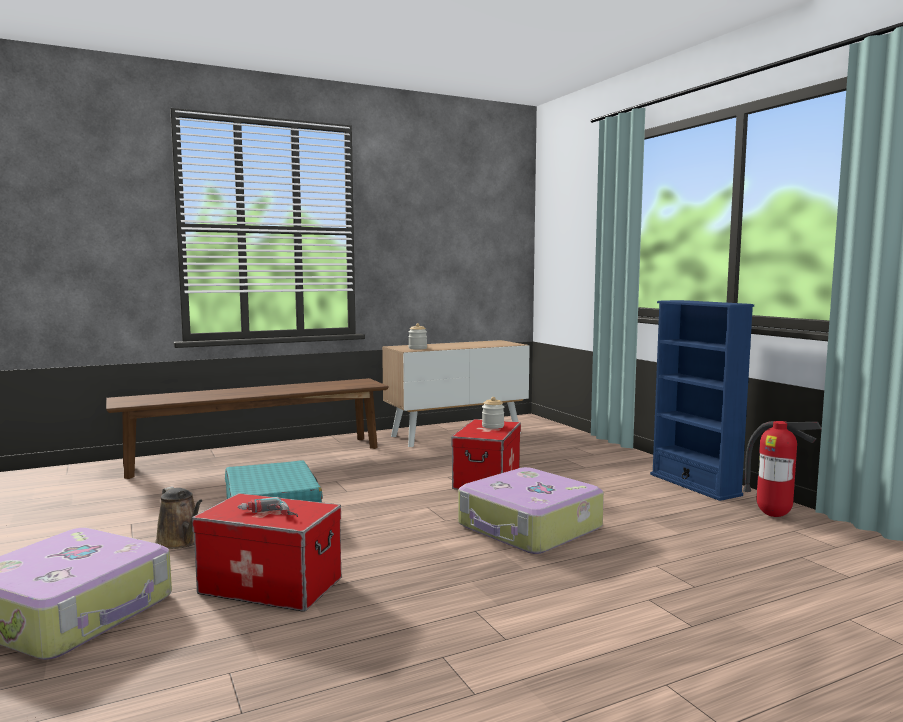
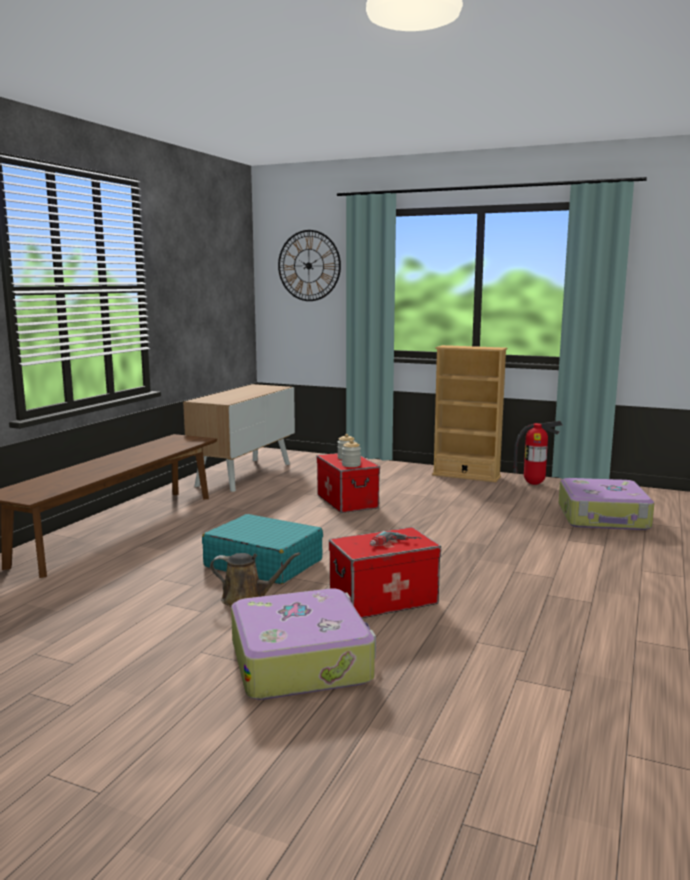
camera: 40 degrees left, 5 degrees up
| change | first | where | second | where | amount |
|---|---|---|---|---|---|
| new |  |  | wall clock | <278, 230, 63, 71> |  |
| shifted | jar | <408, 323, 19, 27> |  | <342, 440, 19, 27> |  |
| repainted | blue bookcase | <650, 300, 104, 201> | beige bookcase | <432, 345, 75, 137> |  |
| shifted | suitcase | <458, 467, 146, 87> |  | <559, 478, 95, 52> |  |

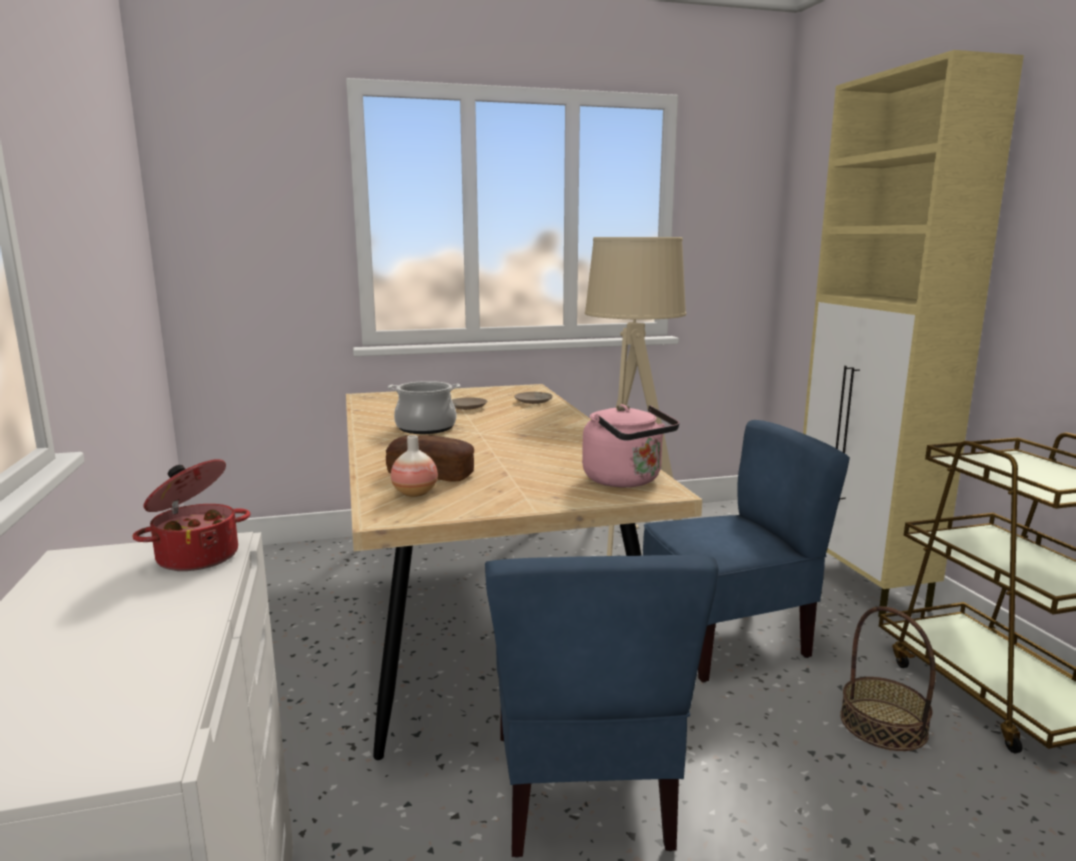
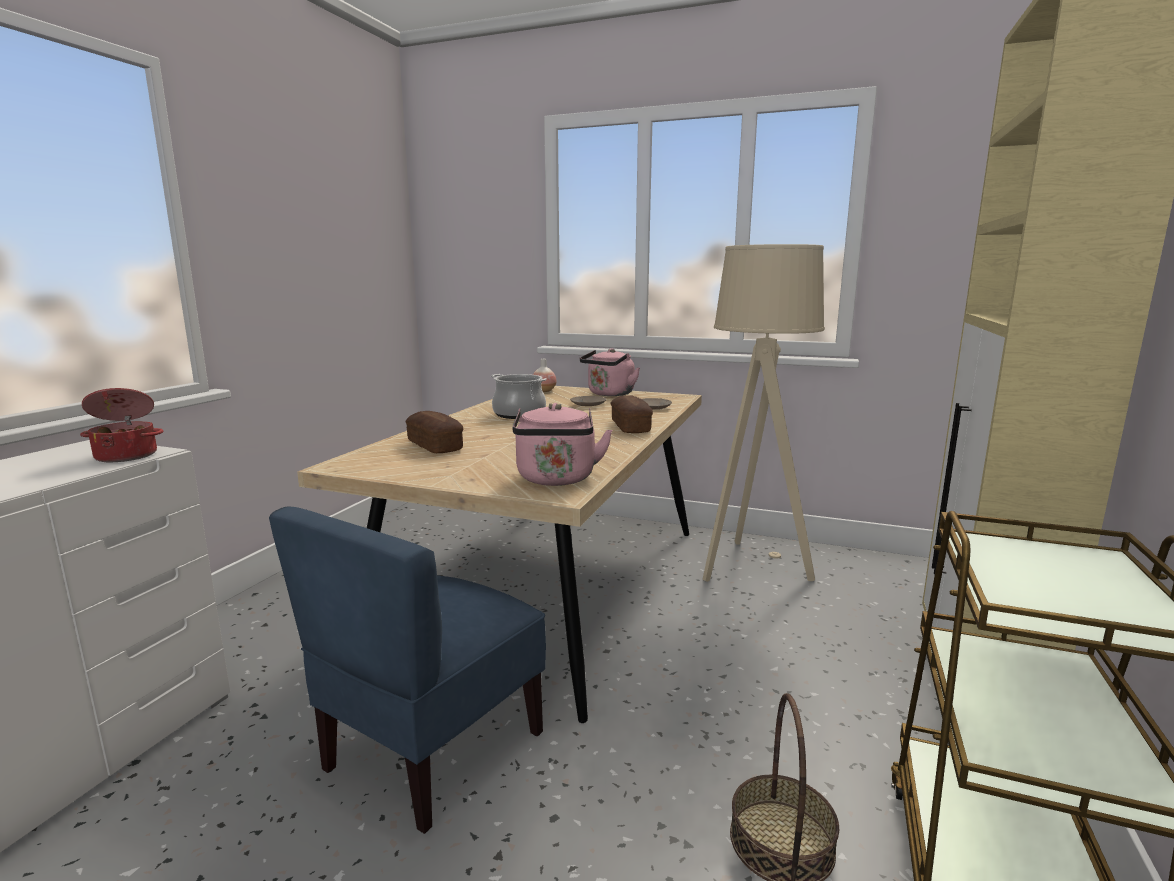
camera: 35 degrees right, 0 degrees up
| change | first | where | second | where | amount |
|---|---|---|---|---|---|
| shifted | vase | <391, 435, 47, 62> |  | <533, 359, 23, 33> |  |
| new |  |  | pink kettle | <580, 349, 60, 47> |  |
| new |  |  | bread | <610, 395, 43, 38> |  |
| gone | blue chair | <643, 420, 207, 262> |  |  |  |

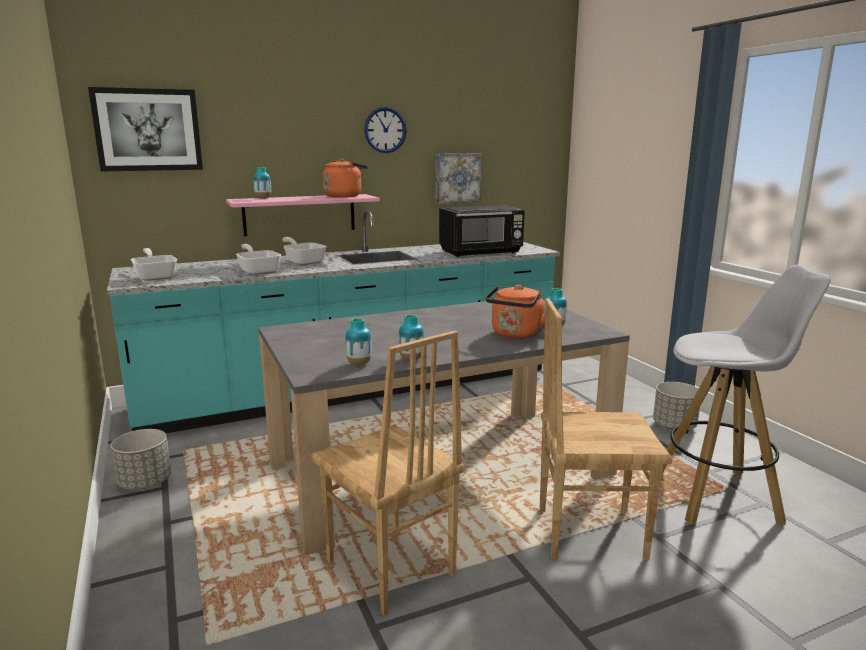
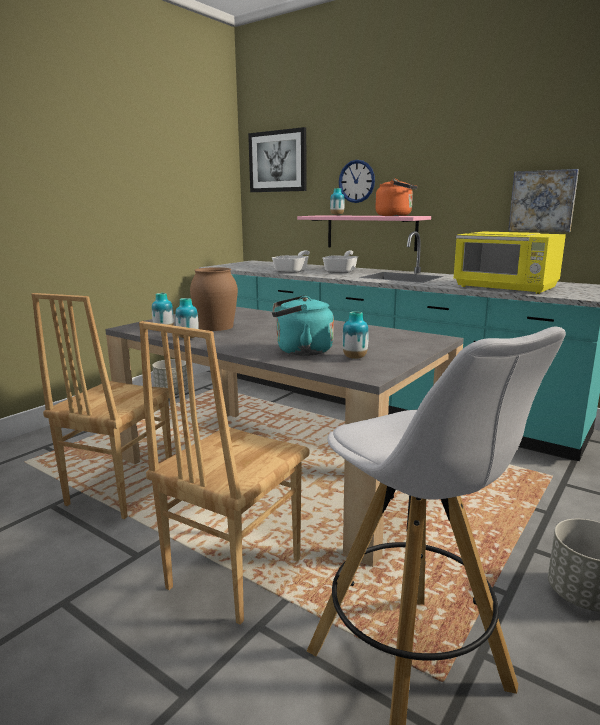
camera: 60 degrees right, 0 degrees up
| change | first | where | second | where | amount |
|---|---|---|---|---|---|
| rotated | brown chair | <540, 298, 132, 263> |  | <139, 321, 170, 304> | 120 degrees counterclockwise |
| new |  |  | brown vase | <190, 267, 48, 64> |  |
| repainted | orange kettle | <485, 285, 60, 54> | turquoise kettle | <272, 296, 62, 60> |  |
| shifted | wall clock | <364, 107, 43, 46> |  | <339, 160, 36, 43> |  |
| repainted | black microwave | <439, 205, 86, 52> | yellow microwave | <453, 231, 113, 63> |  |
| gone | frying pan | <131, 248, 46, 33> |  |  |  |

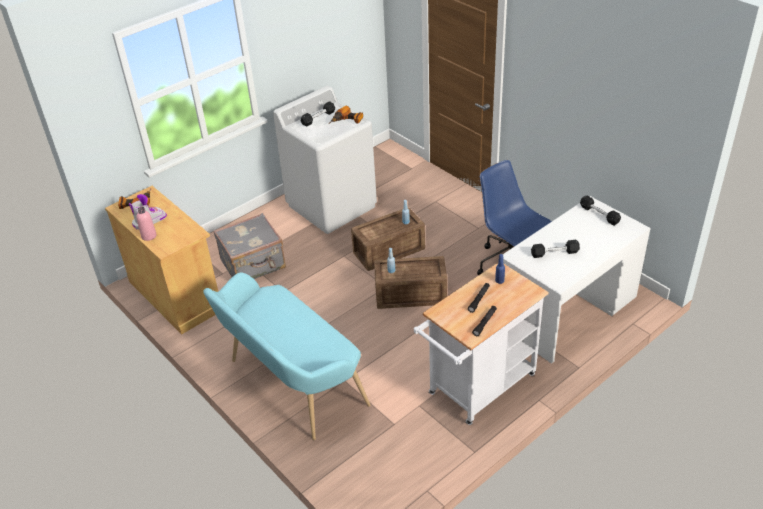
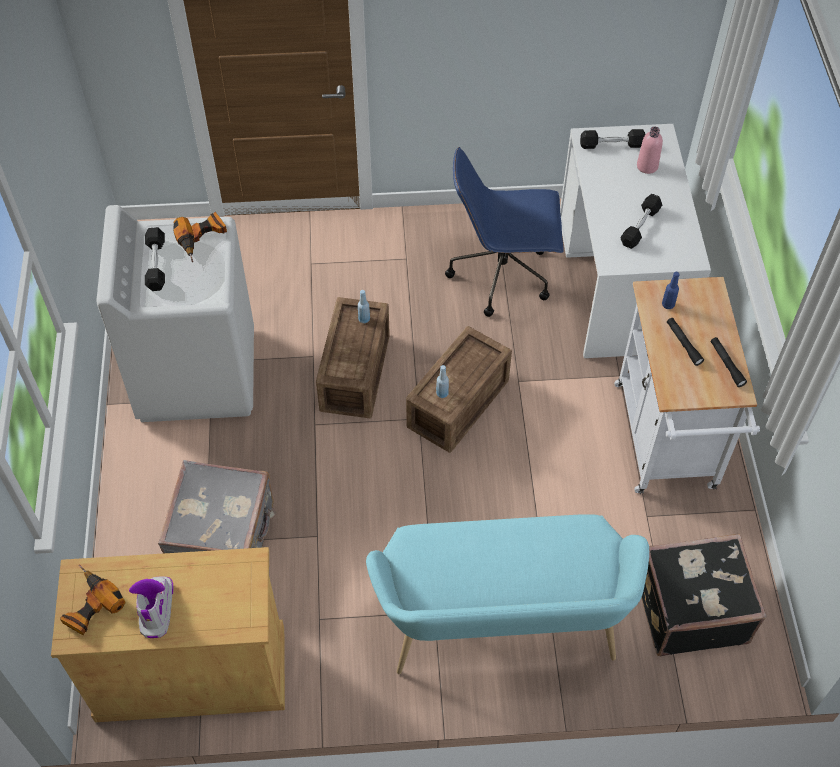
camera: 55 degrees left, 15 degrees up
| change | first | where | second | where | amount |
|---|---|---|---|---|---|
| shifted | pink bottle | <136, 206, 21, 35> |  | <637, 126, 26, 48> |  |
| new |  |  | black suitcase | <641, 534, 126, 122> |  |

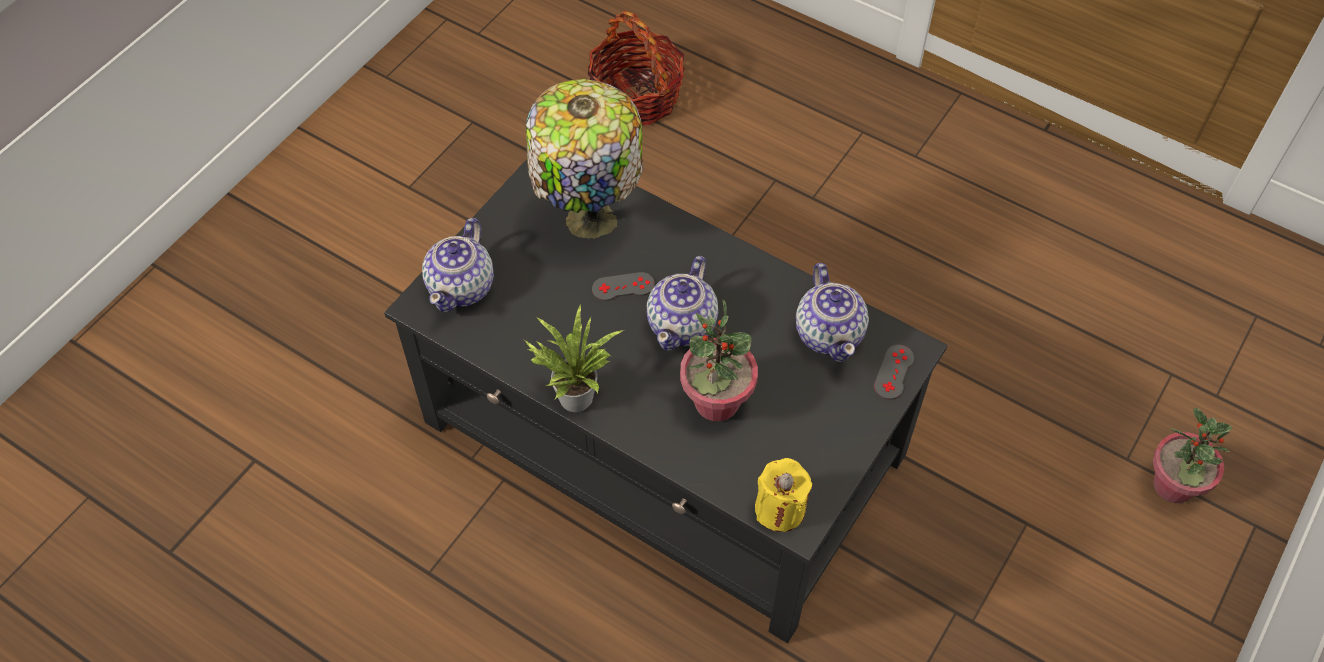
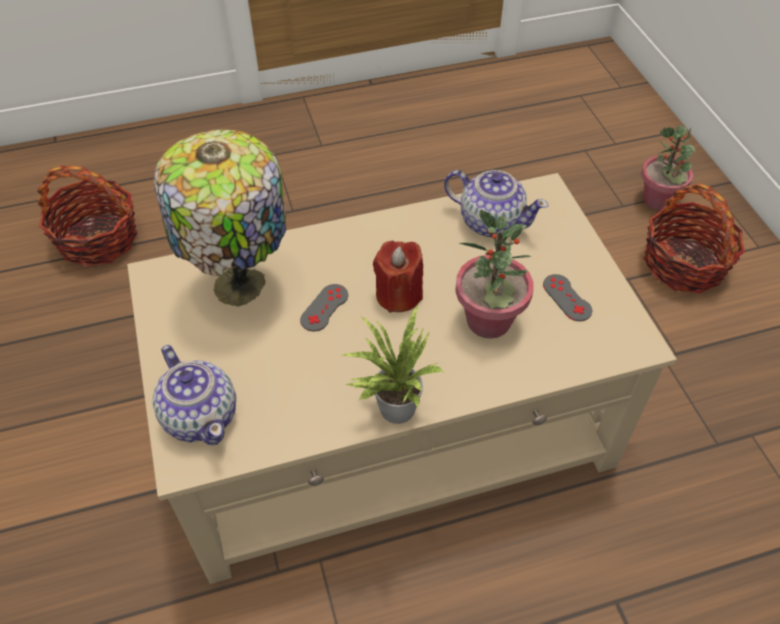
camera: 50 degrees left, 5 degrees down
| change | first | where | second | where | amount |
|---|---|---|---|---|---|
| repainted | black coffee table | <384, 159, 564, 484> | beige coffee table | <127, 173, 550, 411> |  |
| swapped | teapot | <647, 256, 71, 94> | red candle | <373, 241, 50, 72> |  |
| shifted | grey game controller | <874, 345, 40, 55> |  | <543, 274, 49, 47> |  |
| new |  |  | basket | <643, 183, 102, 111> |  |
| gone | yellow candle | <755, 458, 57, 74> |  |  |  |

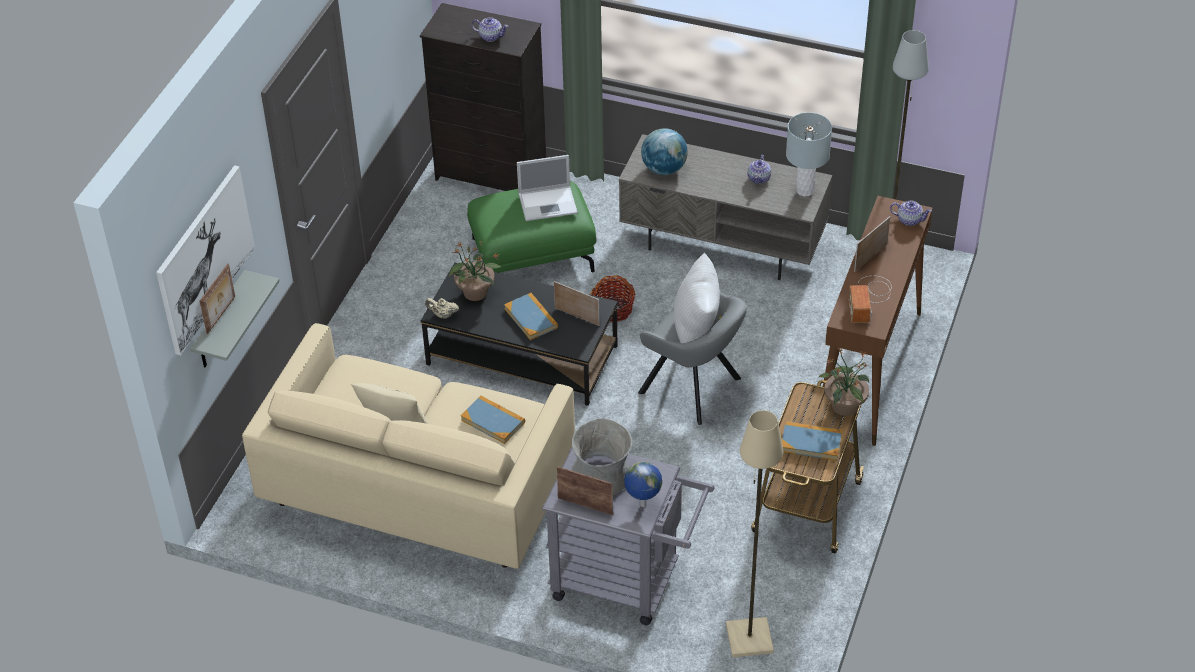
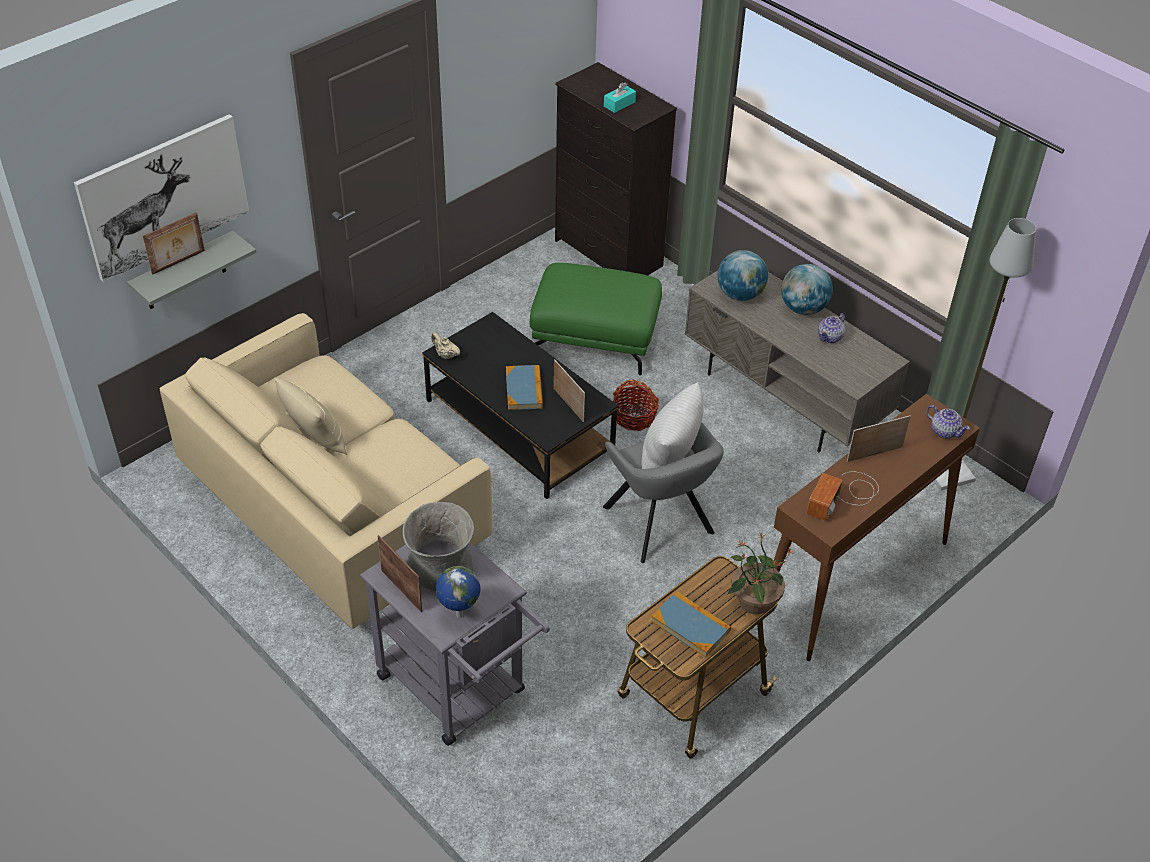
camera: 25 degrees right, 0 degrees up
| change | first | where | second | where | amount |
|---|---|---|---|---|---|
| swapped | teapot | <471, 17, 37, 25> | turquoise tissue box | <604, 82, 32, 31> |  |
| new |  |  | globe | <781, 264, 52, 51> |  |
| gone | potted plant | <449, 241, 52, 60> |  |  |  |
| gone | book | <461, 396, 64, 48> |  |  |  |
| gone | laptop | <517, 155, 61, 66> |  |  |  |
| gone | beige floor lamp | <726, 410, 57, 247> |  |  |  |
| gone | grey table lamp | <786, 112, 46, 84> |  |  |  |

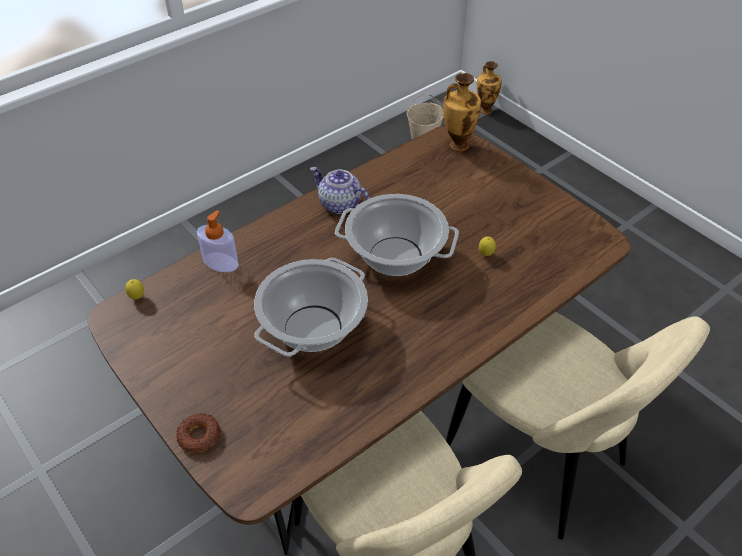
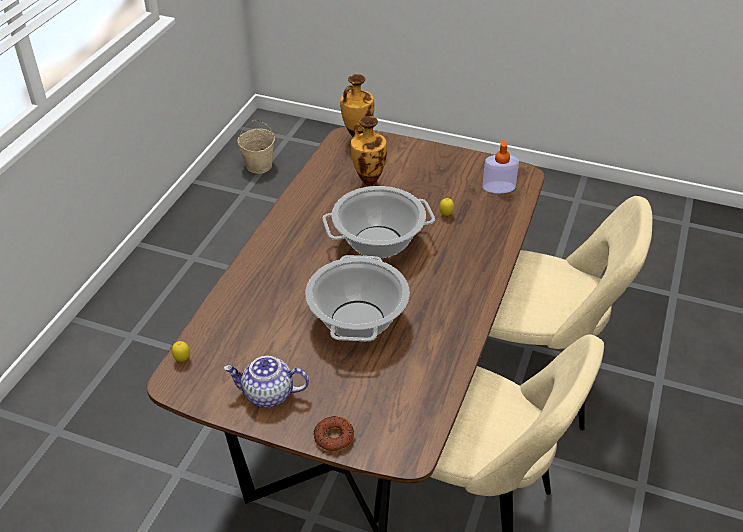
camera: 30 degrees left, 5 degrees down
| change | first | where | second | where | amount |
|---|---|---|---|---|---|
| shifted | teapot | <310, 167, 60, 47> |  | <223, 356, 86, 52> |  |
| shifted | vase | <477, 61, 25, 53> |  | <350, 116, 37, 72> |  |
| shifted | soap dispenser | <197, 210, 42, 62> |  | <482, 139, 37, 54> |  |

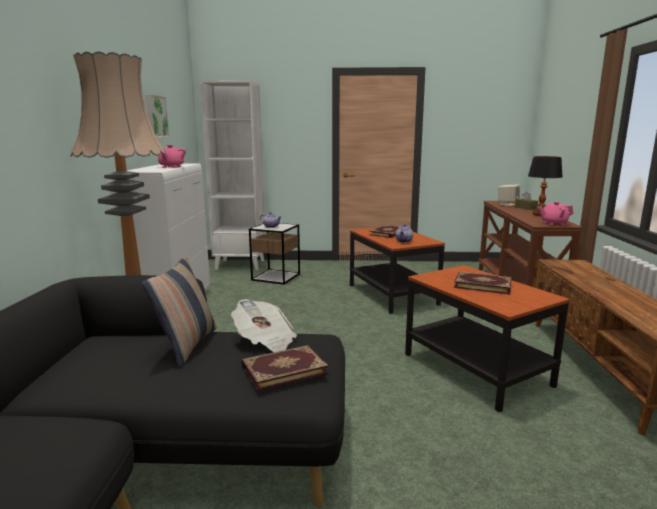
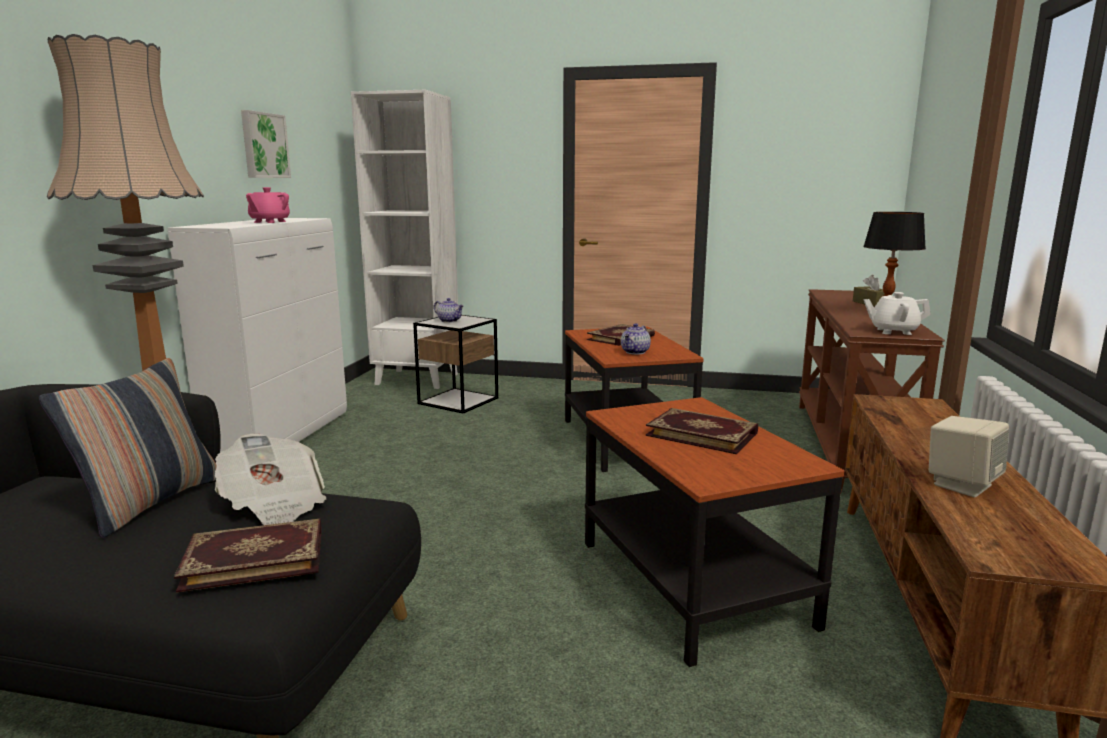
camera: 10 degrees right, 0 degrees up
| change | first | where | second | where | amount |
|---|---|---|---|---|---|
| repainted | pink teapot | <538, 202, 35, 23> | white teapot | <864, 292, 67, 43> |  |
| shifted | beige speaker | <498, 185, 22, 21> |  | <929, 416, 80, 82> |  |

